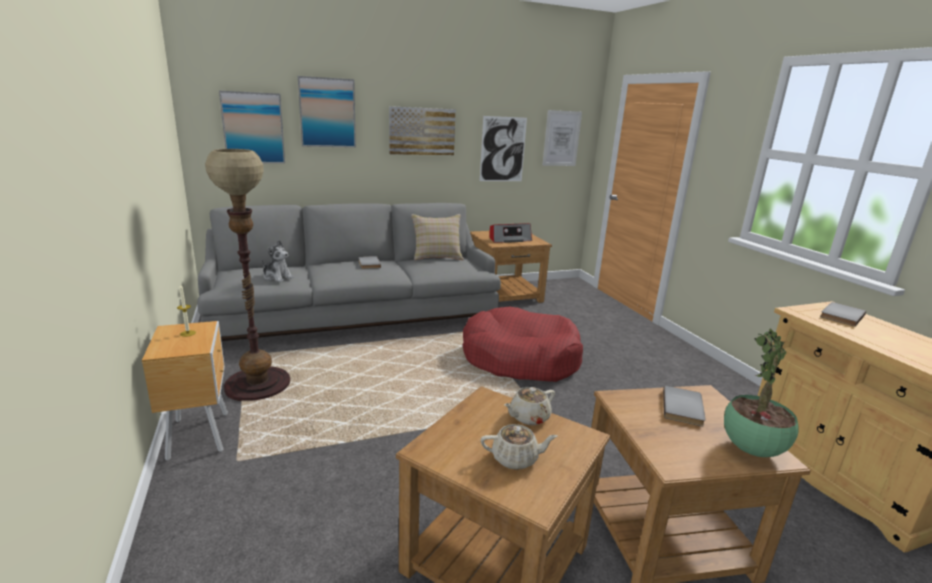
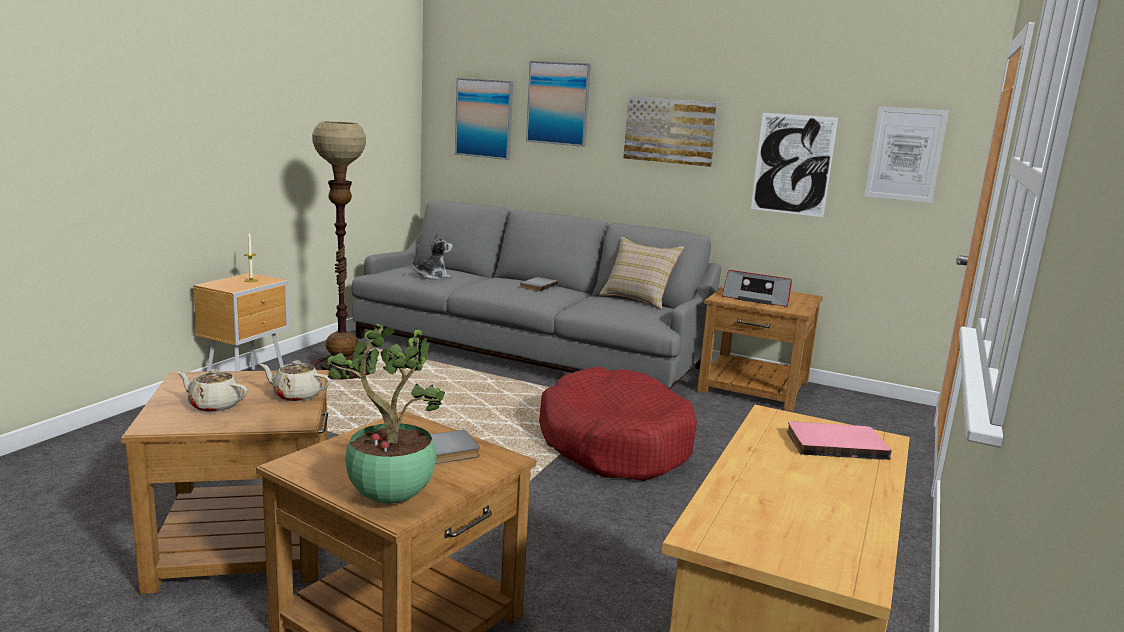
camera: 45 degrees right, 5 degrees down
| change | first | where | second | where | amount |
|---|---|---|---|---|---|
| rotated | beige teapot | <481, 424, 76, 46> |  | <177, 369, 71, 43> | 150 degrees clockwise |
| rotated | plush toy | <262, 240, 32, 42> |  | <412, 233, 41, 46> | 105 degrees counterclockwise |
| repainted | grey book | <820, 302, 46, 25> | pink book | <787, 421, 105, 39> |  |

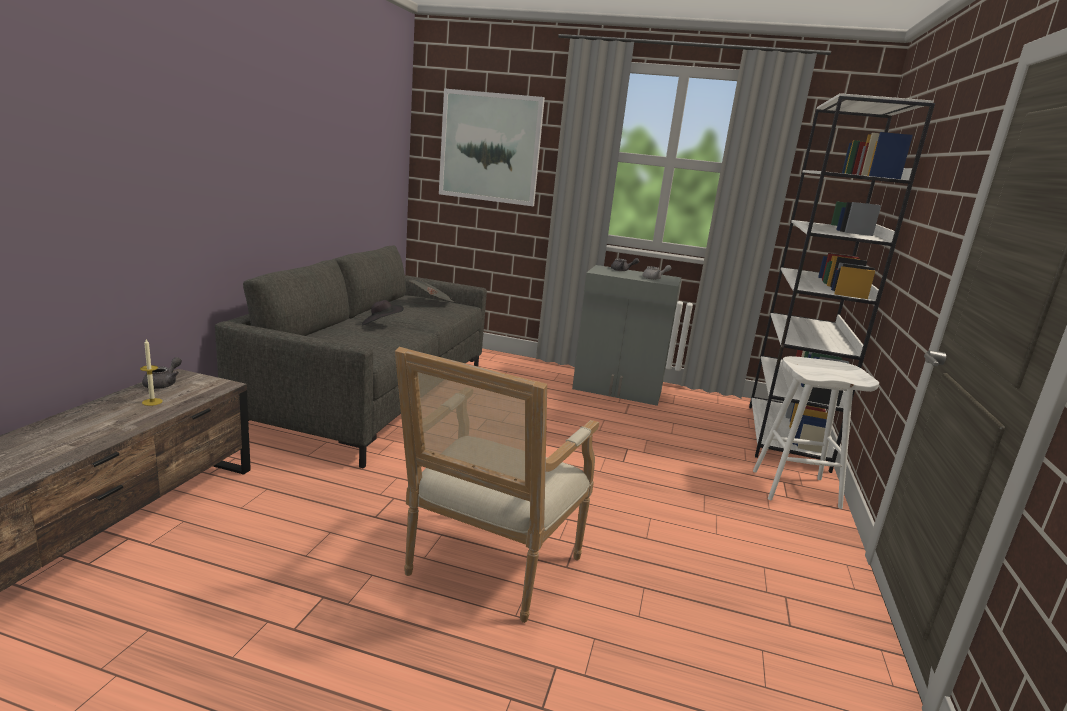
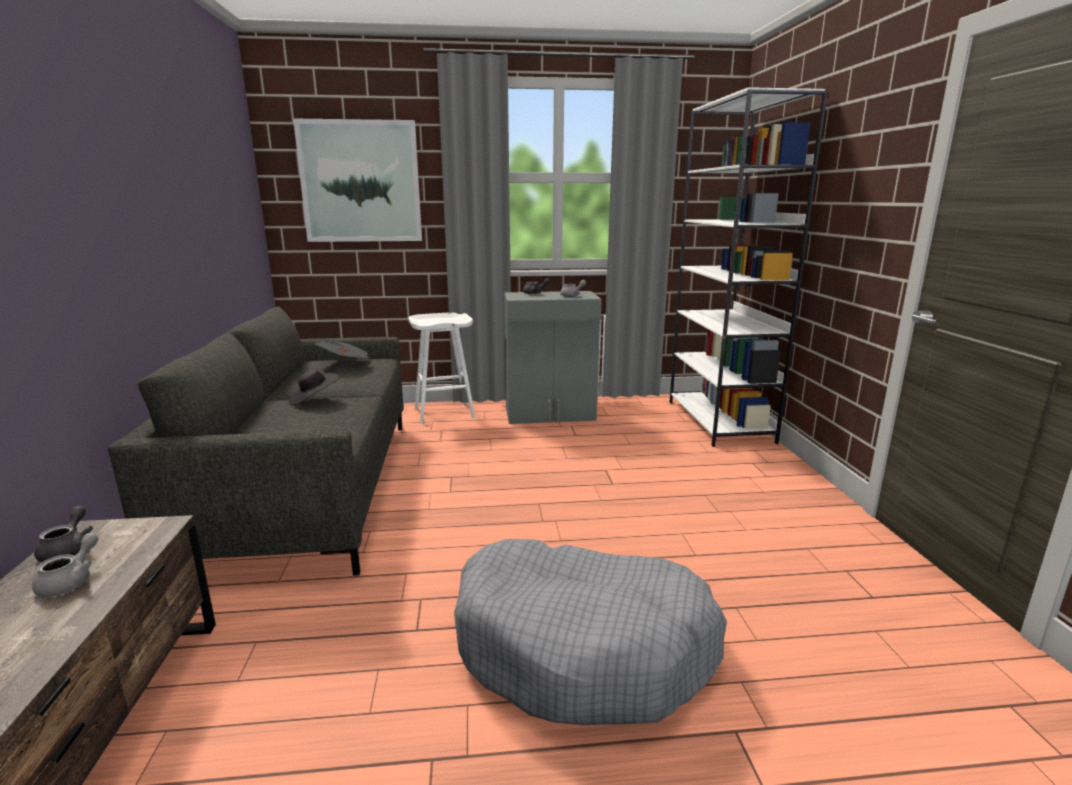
camera: 20 degrees left, 0 degrees up
| change | first | where | second | where | amount |
|---|---|---|---|---|---|
| swapped | candle | <140, 339, 23, 67> | grey teapot | <32, 533, 67, 64> |  |
| shifted | white stool | <753, 356, 126, 153> |  | <408, 312, 67, 112> |  |
| swapped | armchair | <395, 347, 204, 276> | grey dog bed | <454, 539, 273, 186> |  |

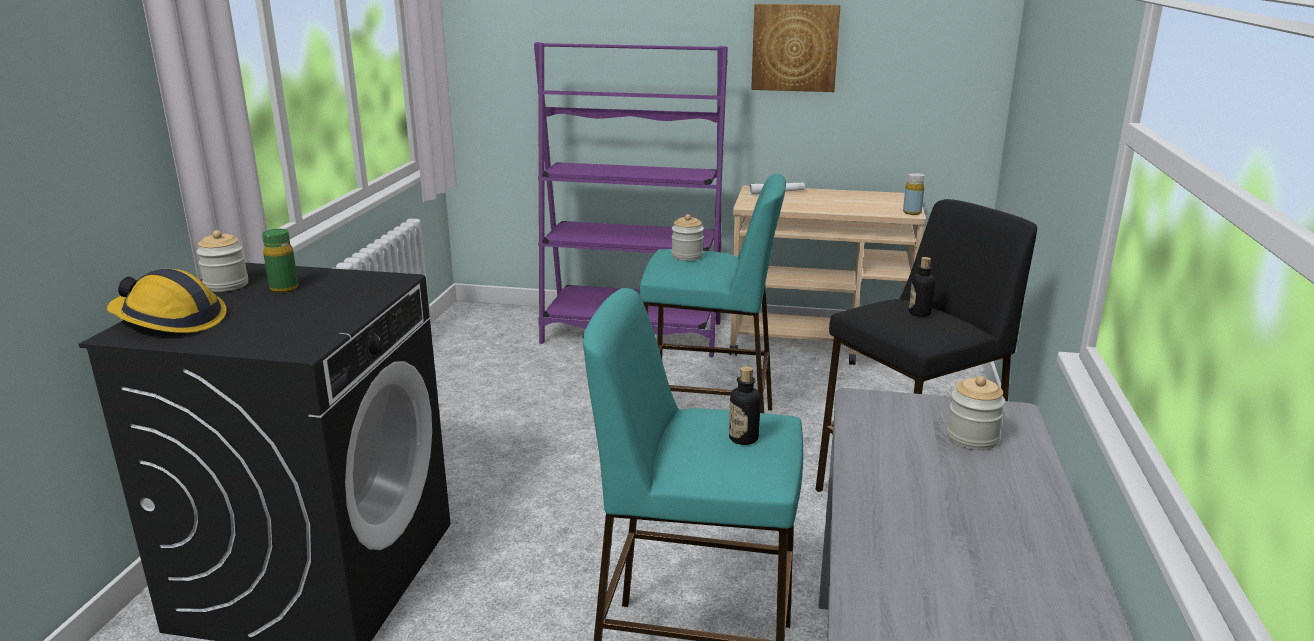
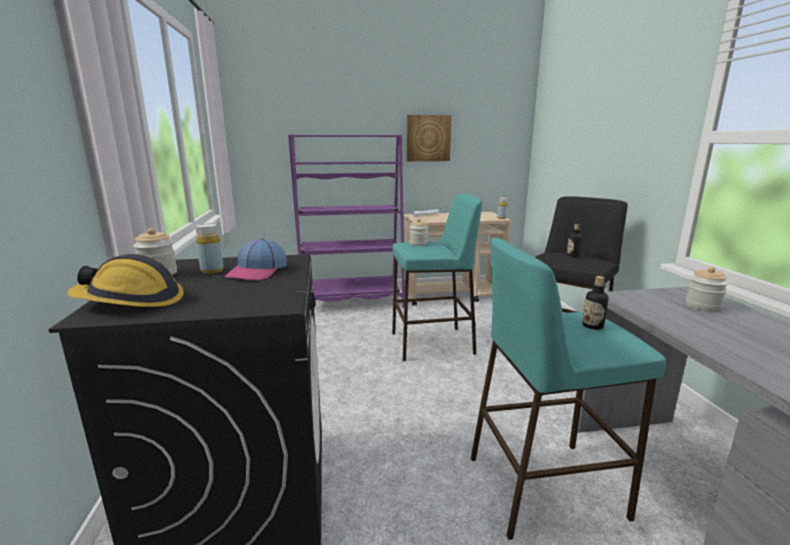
camera: 20 degrees left, 5 degrees down
| change | first | where | second | where | amount |
|---|---|---|---|---|---|
| repainted | green bottle | <262, 229, 36, 64> | yellow bottle | <196, 223, 28, 51> |  |
| new |  |  | cap | <225, 238, 62, 42> |  |

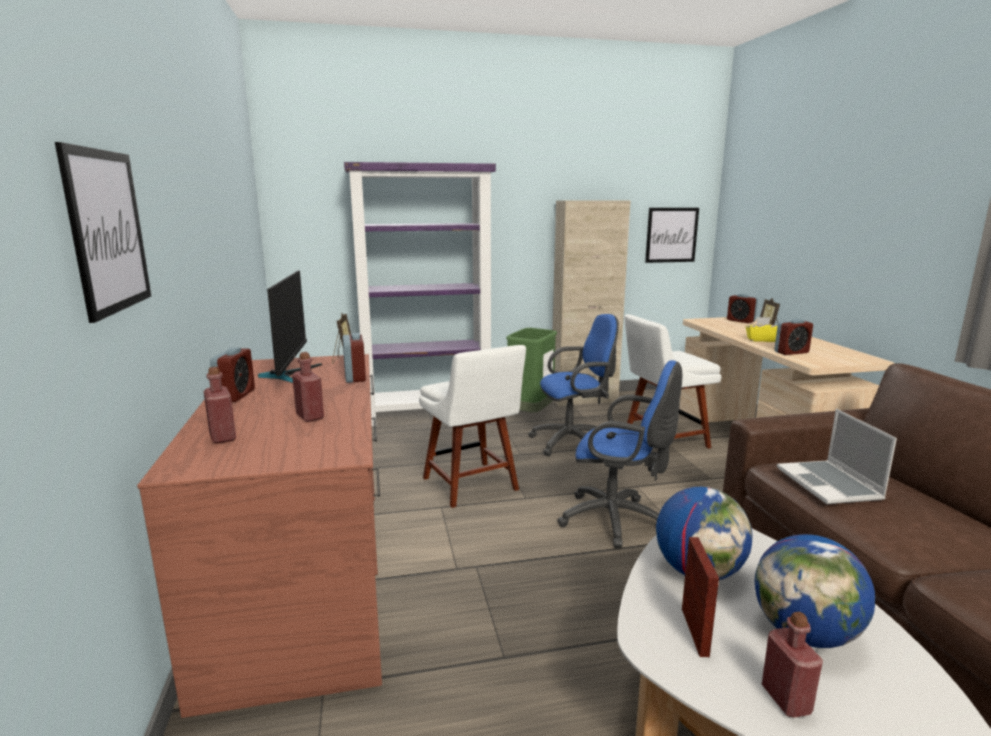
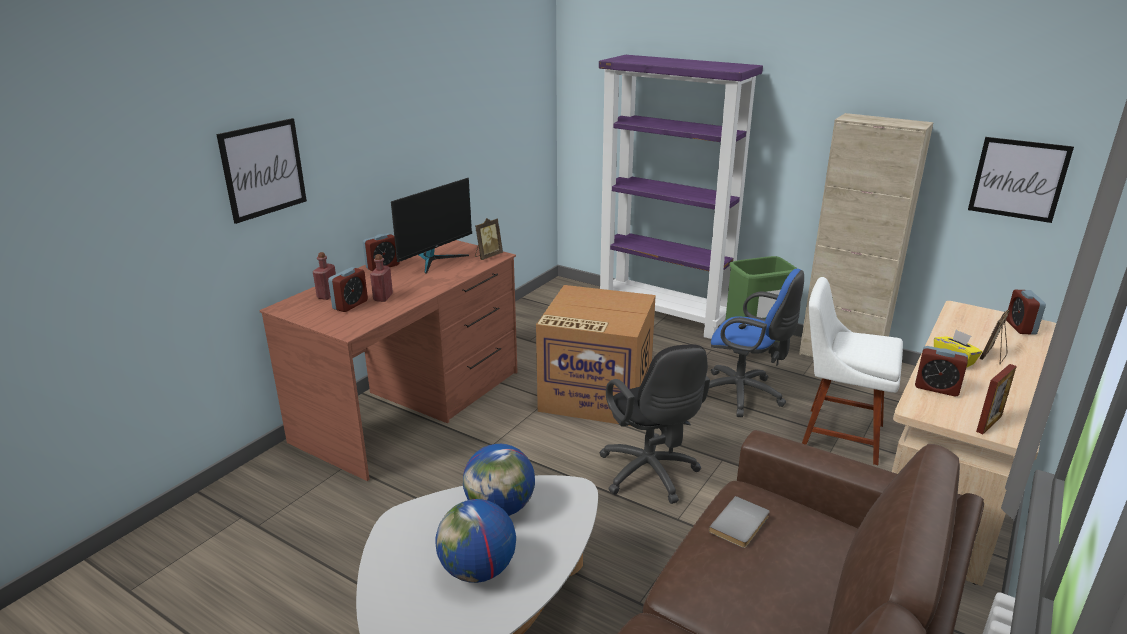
camera: 45 degrees right, 10 degrees up
| change | first | where | second | where | amount |
|---|---|---|---|---|---|
| shifted | alarm clock | <342, 333, 24, 50> |  | <328, 267, 40, 45> |  |
| swapped | white chair | <419, 345, 107, 163> | cardboard box | <536, 285, 120, 141> |  |
| repainted | blue office chair | <557, 360, 125, 188> | black office chair | <599, 344, 111, 160> |  |
| swapped | laptop | <777, 409, 120, 95> | grey book | <709, 496, 61, 52> |  |
| shifted | picture frame | <682, 537, 37, 120> |  | <976, 364, 41, 70> |  |
| gone | red bottle | <762, 612, 61, 105> |  |  |  |

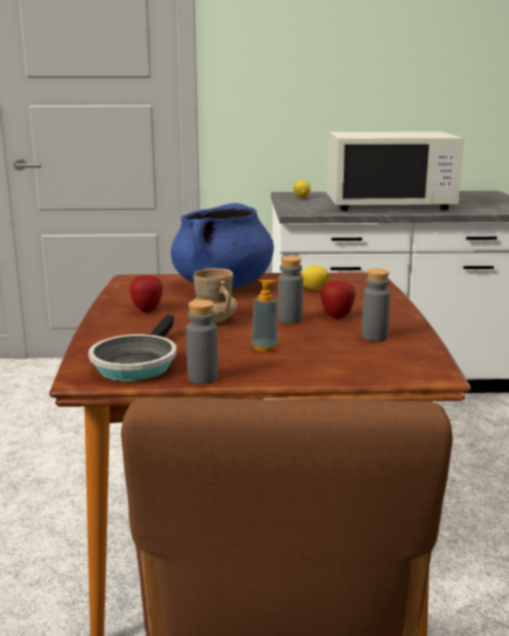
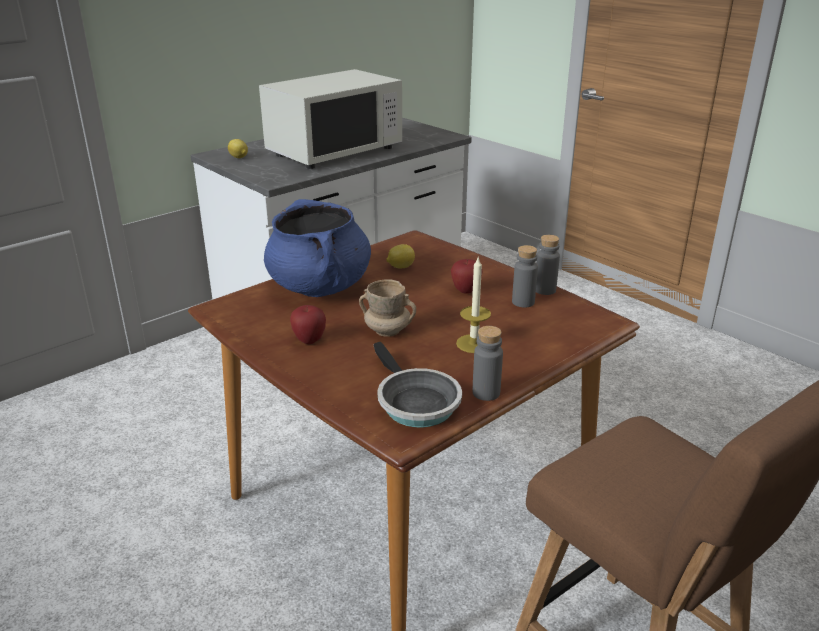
camera: 40 degrees left, 10 degrees up
| change | first | where | second | where | amount |
|---|---|---|---|---|---|
| swapped | soap dispenser | <251, 280, 28, 72> | candle | <456, 258, 35, 95> |  |
| shifted | grey bottle | <278, 256, 25, 68> |  | <536, 235, 24, 60> |  |

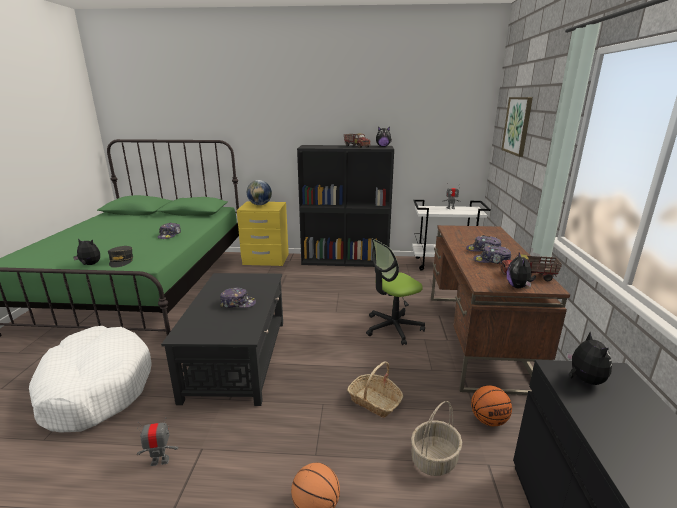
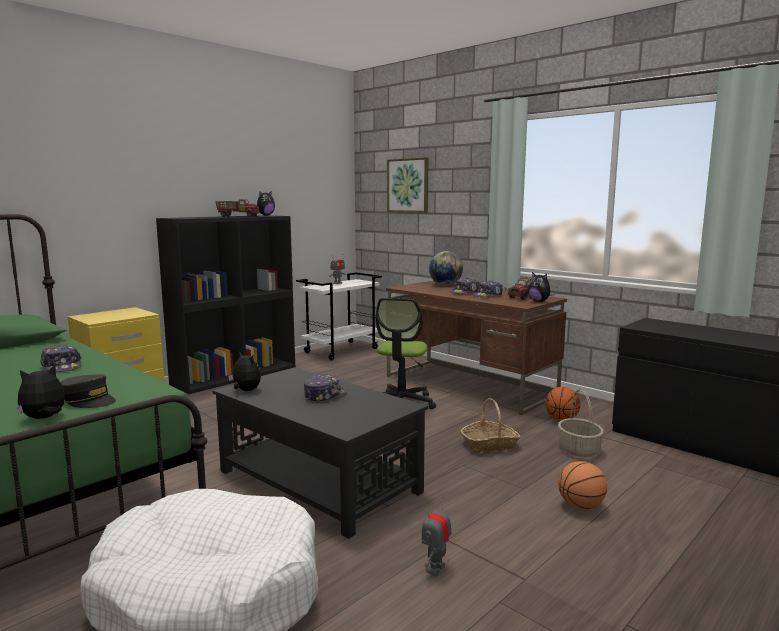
camera: 50 degrees left, 10 degrees down
| change | first | where | second | where | amount |
|---|---|---|---|---|---|
| shifted | plush toy | <566, 331, 46, 54> |  | <228, 351, 33, 40> |  |
| shifted | globe | <247, 180, 25, 25> |  | <429, 251, 34, 35> |  |

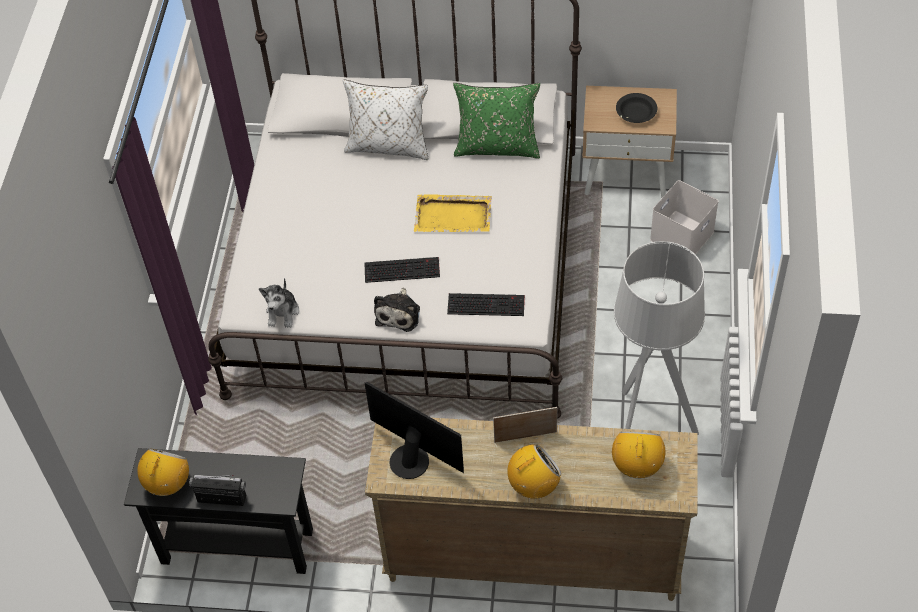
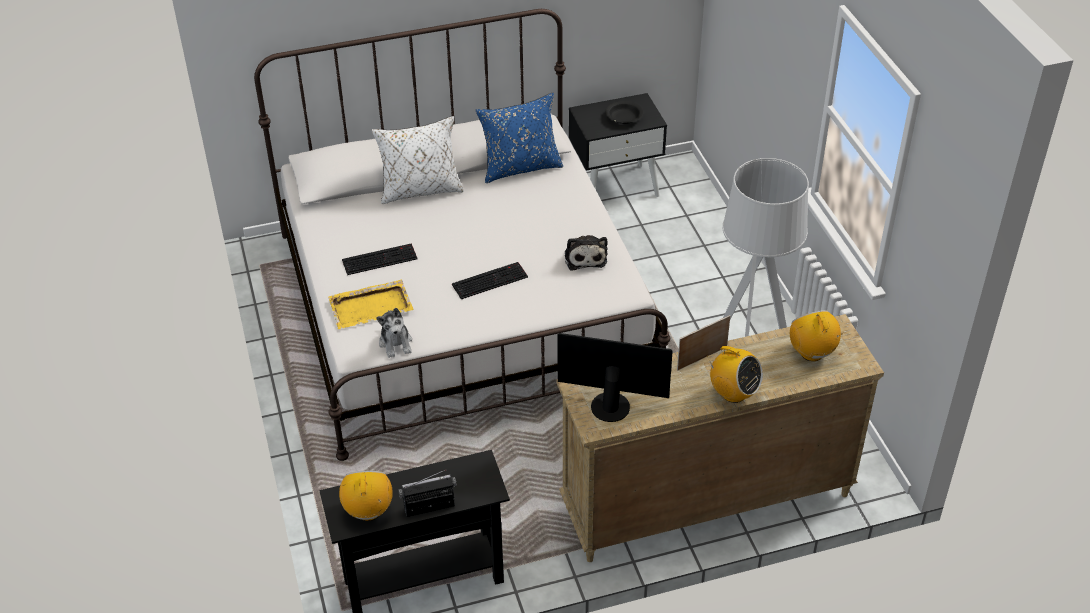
camera: 25 degrees left, 10 degrees down
| change | first | where | second | where | amount |
|---|---|---|---|---|---|
| shifted | yellow tray | <414, 194, 78, 38> |  | <328, 280, 86, 49> |  |
| shifted | keyboard | <447, 293, 78, 23> |  | <342, 243, 76, 32> |  |
| repainted | green pillow | <453, 83, 87, 76> | blue pillow | <475, 93, 88, 90> |  |
| shifted | plush toy | <374, 288, 46, 44> |  | <565, 235, 43, 35> |  |
| repainted | beige nightstand | <582, 86, 95, 112> | black nightstand | <569, 93, 98, 104> |  |
| rotated | radio | <507, 444, 55, 55> |  | <707, 346, 56, 57> | 90 degrees clockwise |
| gone | white storage box | <650, 180, 69, 75> |  |  |  |

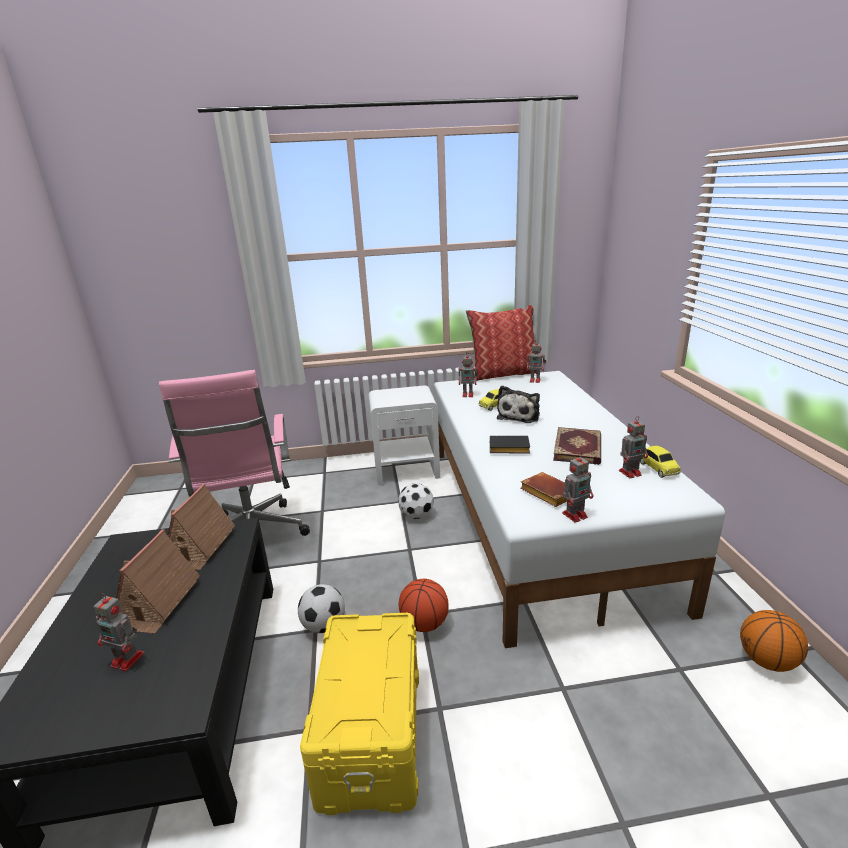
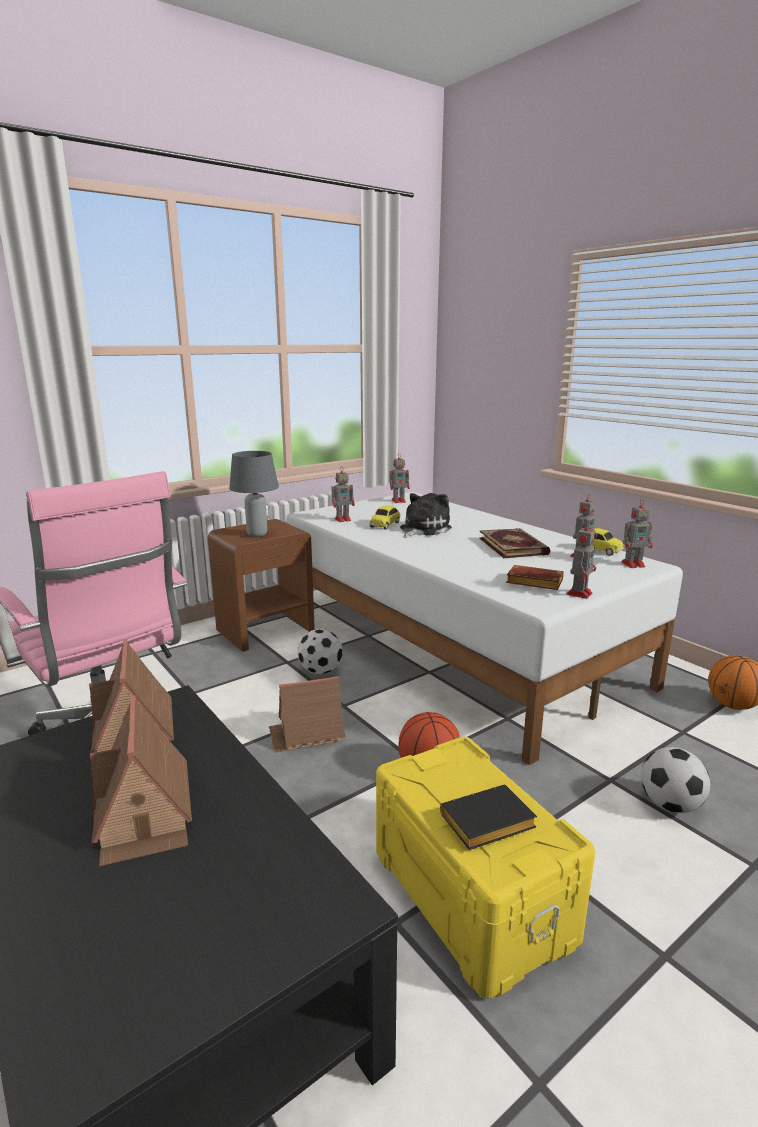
camera: 30 degrees left, 5 degrees down
| change | first | where | second | where | amount |
|---|---|---|---|---|---|
| repainted | white nightstand | <369, 385, 71, 100> | brown nightstand | <208, 519, 107, 133> |  |
| new |  |  | grey table lamp | <229, 451, 50, 86> |  |
| new |  |  | toy house | <269, 676, 76, 77> |  |
| rotated | plush toy | <497, 385, 43, 38> |  | <400, 493, 52, 45> | 135 degrees counterclockwise |
| shifted | black book | <490, 436, 40, 18> |  | <440, 785, 97, 65> |  |
| shifted | toy robot | <94, 593, 50, 78> |  | <621, 499, 32, 69> |  |
| shifted | football | <298, 584, 47, 49> |  | <641, 747, 69, 66> |  |
| gone | pillow | <466, 305, 71, 76> |  |  |  |

